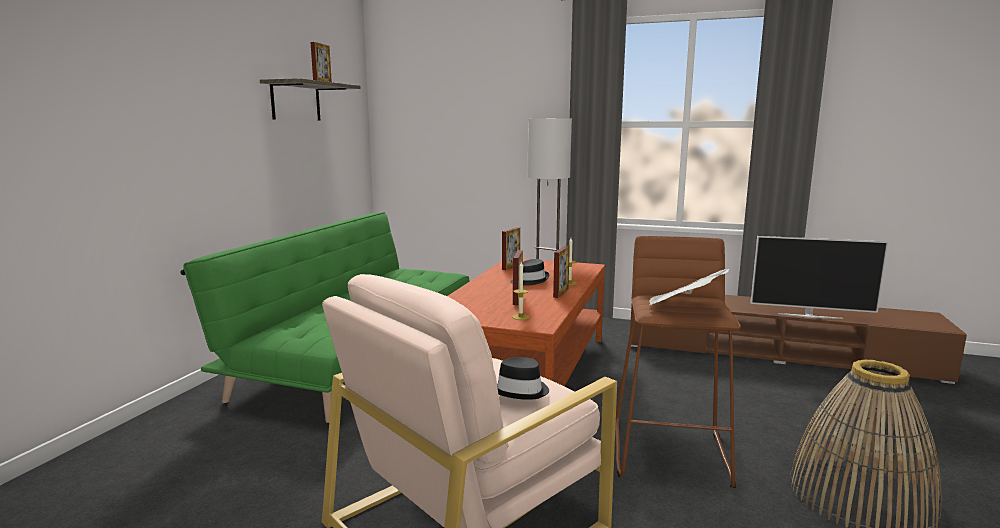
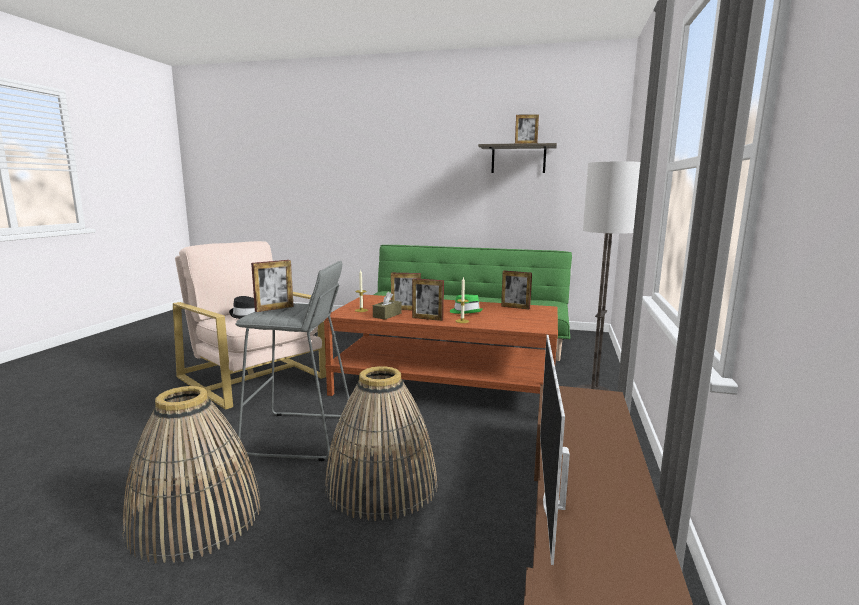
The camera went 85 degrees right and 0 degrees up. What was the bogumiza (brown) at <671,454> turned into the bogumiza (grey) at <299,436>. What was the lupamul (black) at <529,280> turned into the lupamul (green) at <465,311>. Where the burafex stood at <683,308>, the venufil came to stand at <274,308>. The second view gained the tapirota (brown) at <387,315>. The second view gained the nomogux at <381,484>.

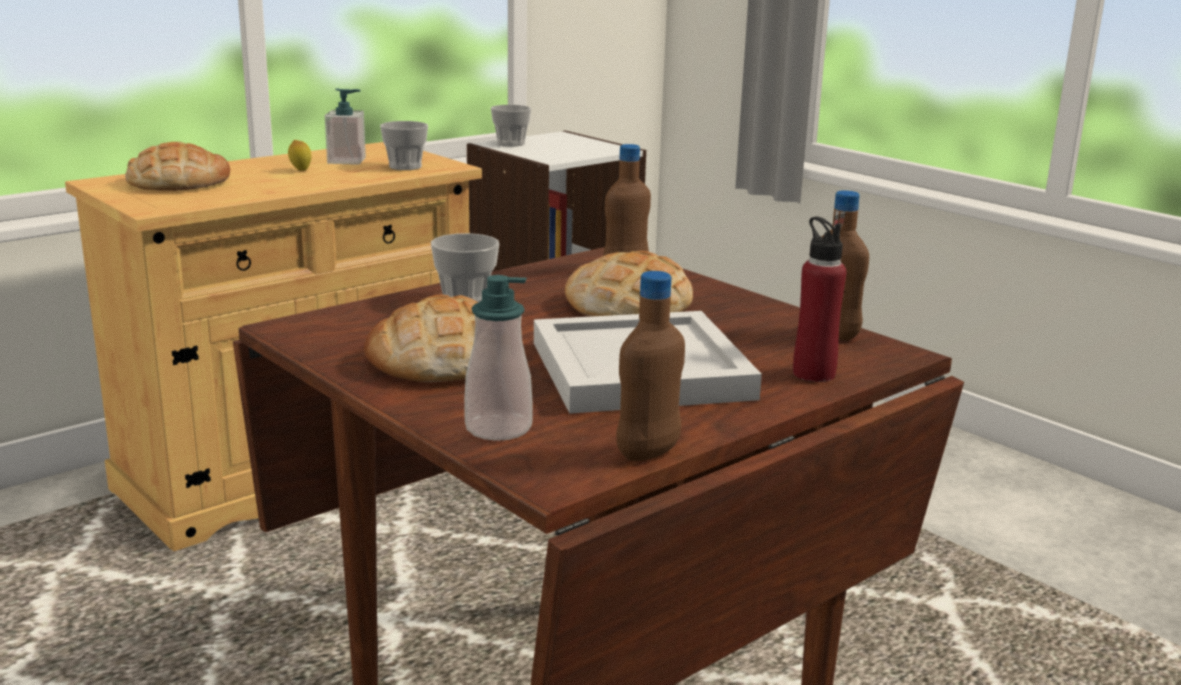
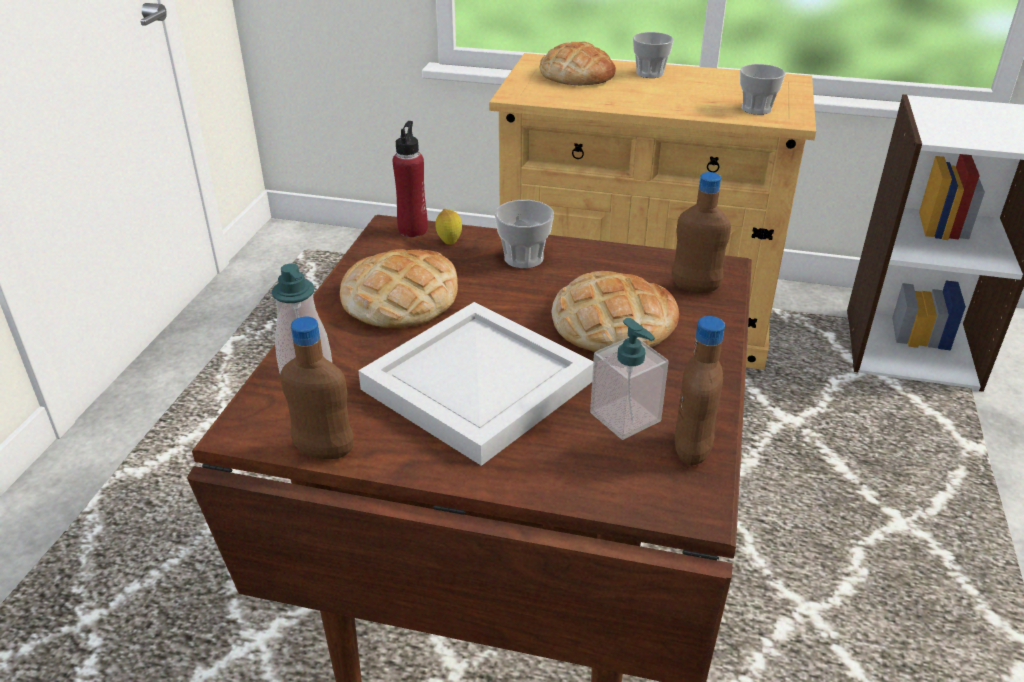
The camera went 55 degrees right and 15 degrees up. The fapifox ended up elsewhere, having gone from <347,161> to <625,417>. The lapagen ended up elsewhere, having gone from <511,143> to <650,73>. The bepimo ended up elsewhere, having gone from <300,170> to <449,242>. The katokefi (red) ended up elsewhere, having gone from <813,373> to <413,230>.

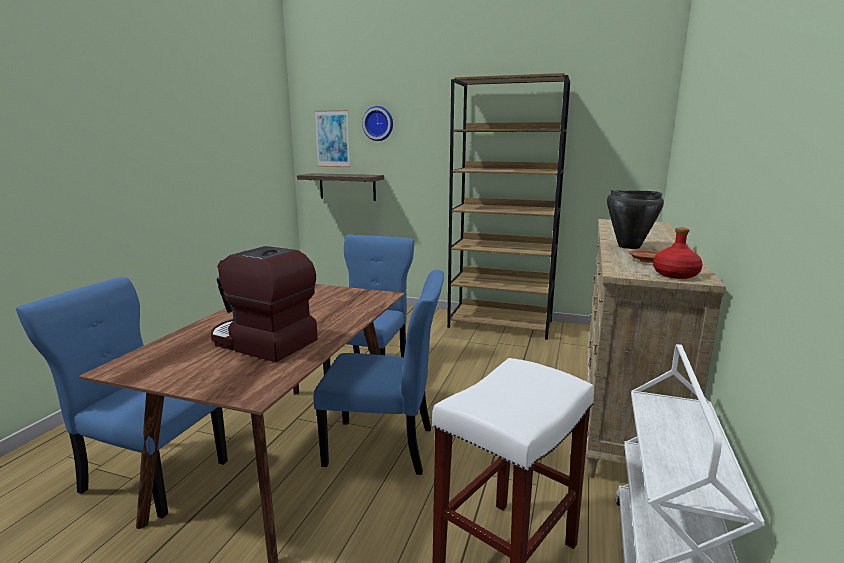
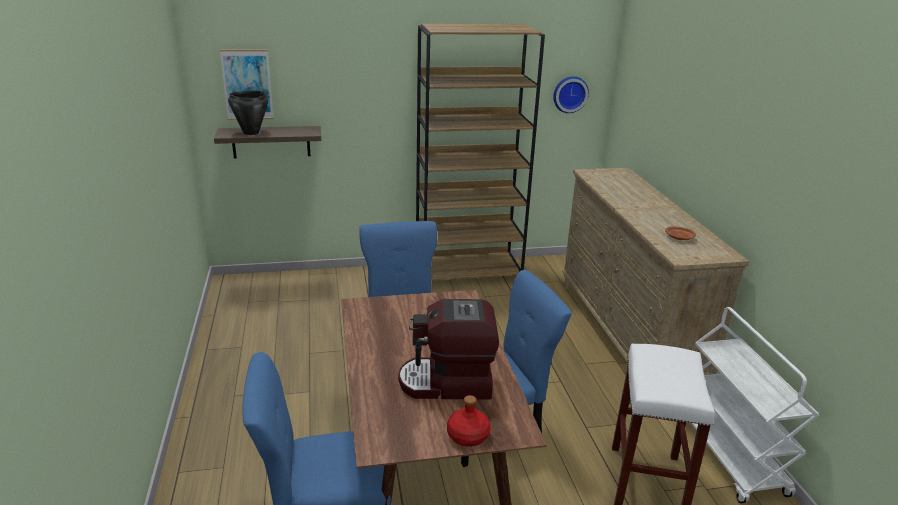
The camera went 30 degrees left and 10 degrees up. The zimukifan ended up elsewhere, having gone from <378,123> to <569,94>. The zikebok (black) ended up elsewhere, having gone from <628,246> to <251,133>. The katokefi (red) ended up elsewhere, having gone from <675,274> to <468,435>.

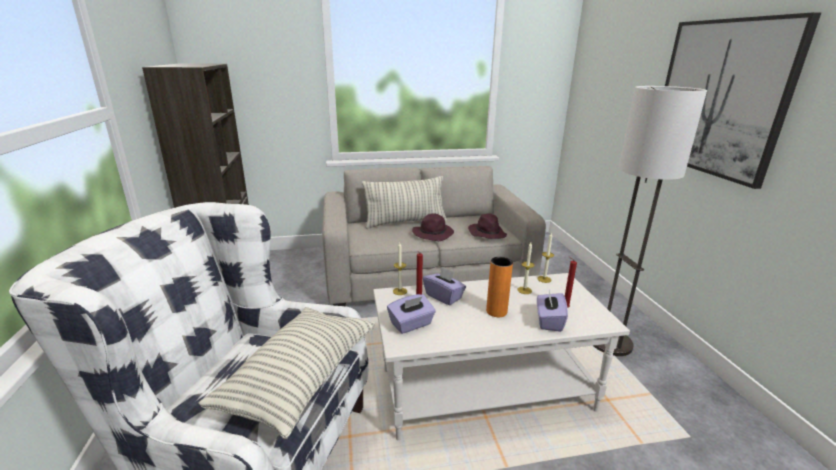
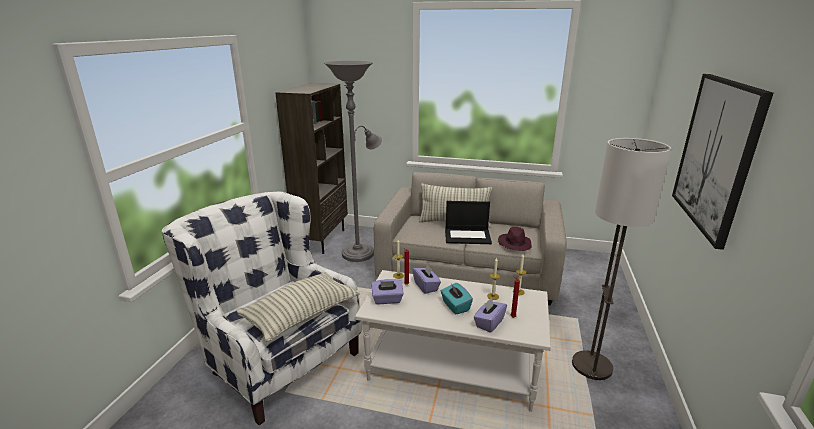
The camera went 25 degrees right and 0 degrees up. Where the lupamul (purple) stood at <433,234>, the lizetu came to stand at <468,236>. Where the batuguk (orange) stood at <496,311>, the tapirota (turquoise) came to stand at <455,306>. The second view gained the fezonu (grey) at <360,252>.

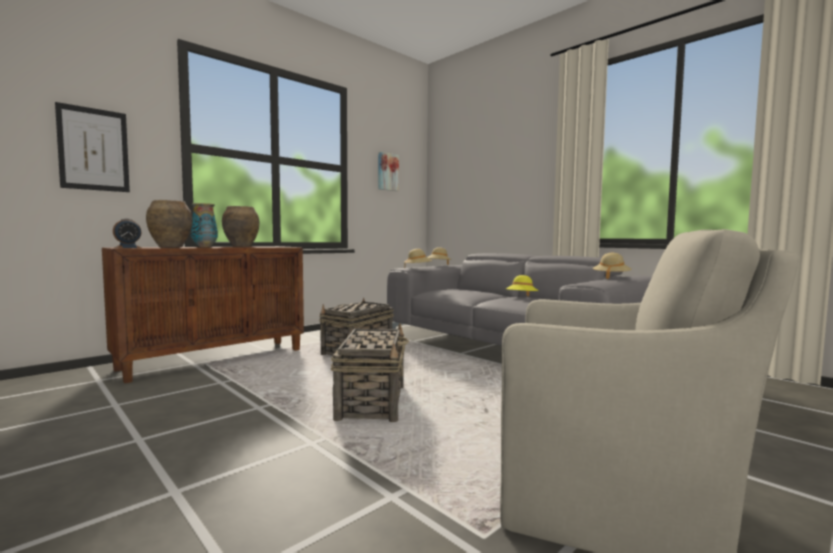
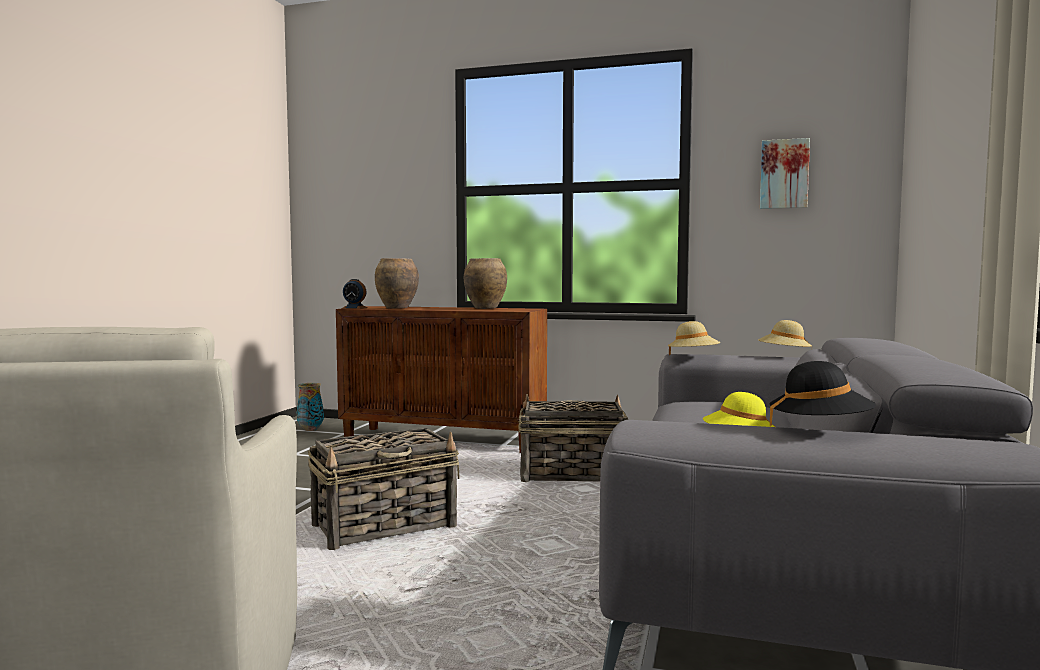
The camera went 60 degrees right and 0 degrees up. The second view lost the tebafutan at <94,149>. The batuguk ended up elsewhere, having gone from <205,247> to <310,429>. What was the lupamul (beige) at <611,278> turned into the lupamul (black) at <820,428>.

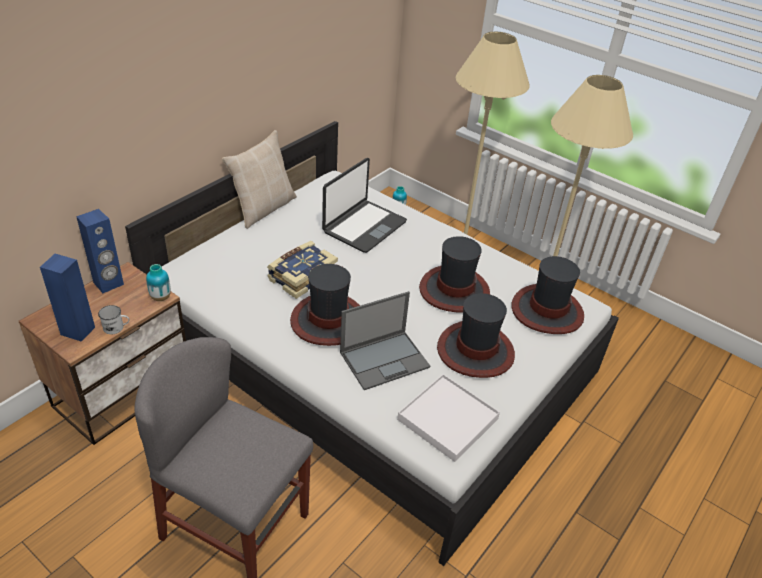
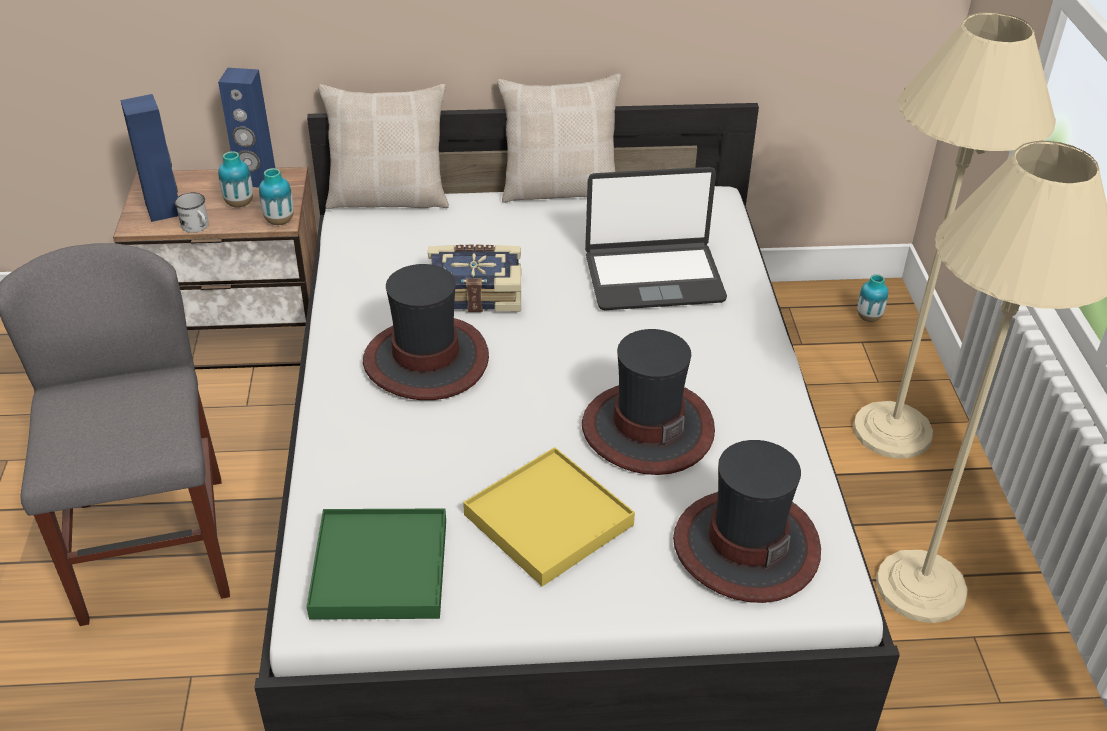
The camera went 50 degrees right and 0 degrees up. The second view lost the lizetu at <385,359>. Where the lupamul stood at <475,351>, the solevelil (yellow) came to stand at <548,519>. What was the solevelil (white) at <447,419> turned into the solevelil (green) at <379,568>. The second view gained the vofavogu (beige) at <389,198>. The second view gained the batuguk at <239,203>.

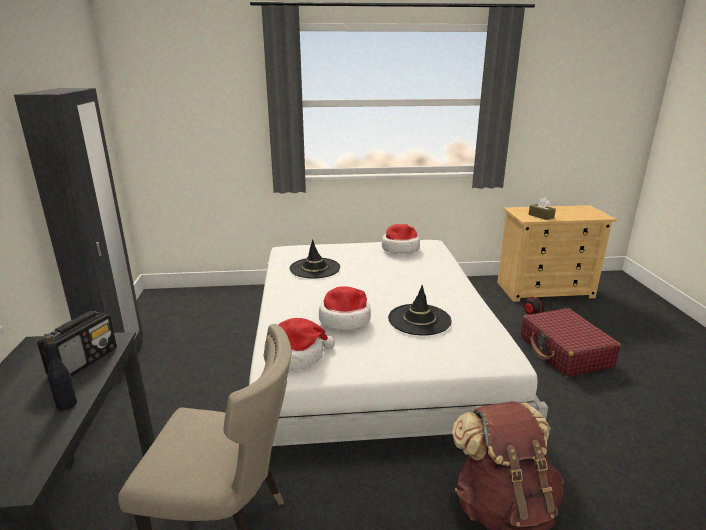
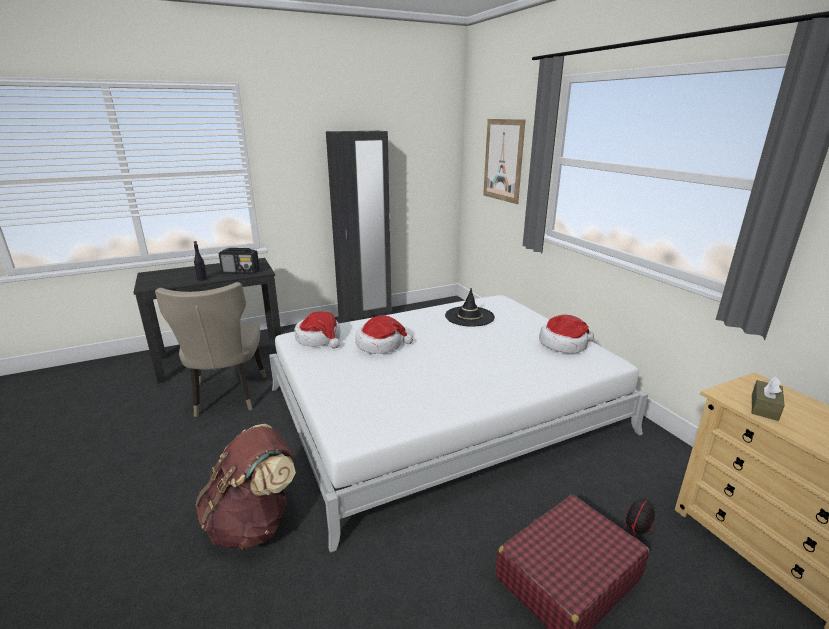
The camera went 70 degrees right and 0 degrees up. The second view lost the lupamul (black) at <419,320>. The second view gained the tebafutan at <503,160>.

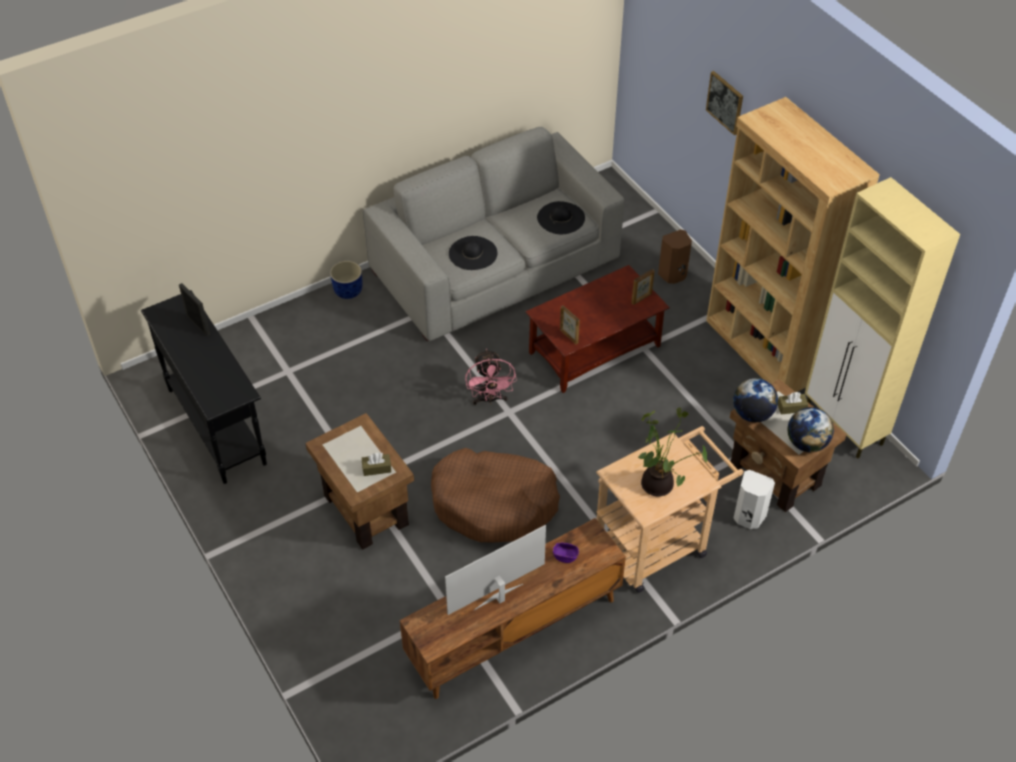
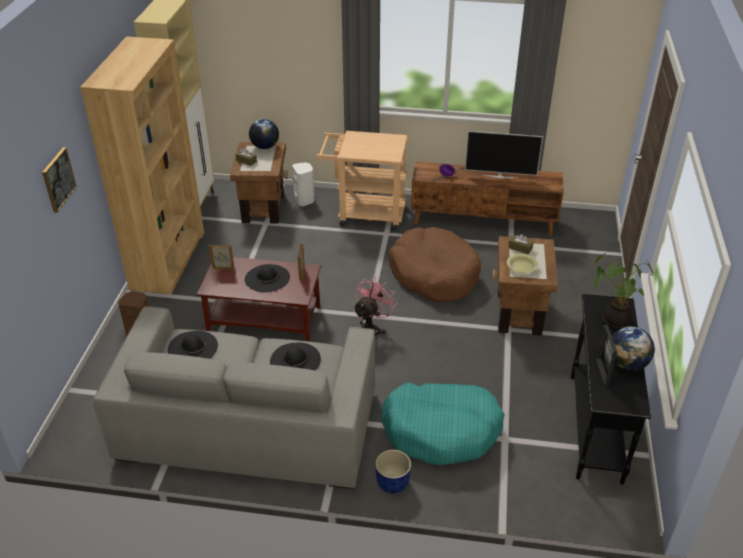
The camera went 140 degrees left and 10 degrees down. The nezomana ended up elsewhere, having gone from <752,414> to <627,364>. The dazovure ended up elsewhere, having gone from <660,485> to <613,319>. The second view gained the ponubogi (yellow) at <521,267>. The second view gained the lupamul (black) at <267,278>. The second view gained the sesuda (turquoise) at <441,430>.

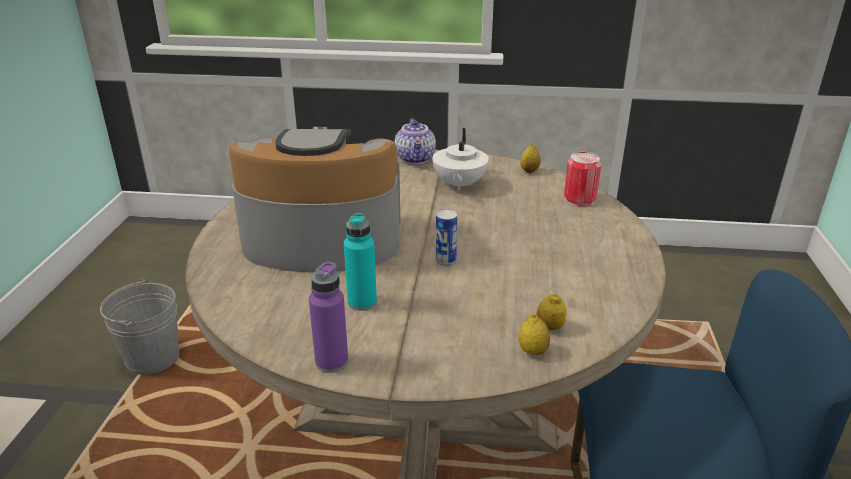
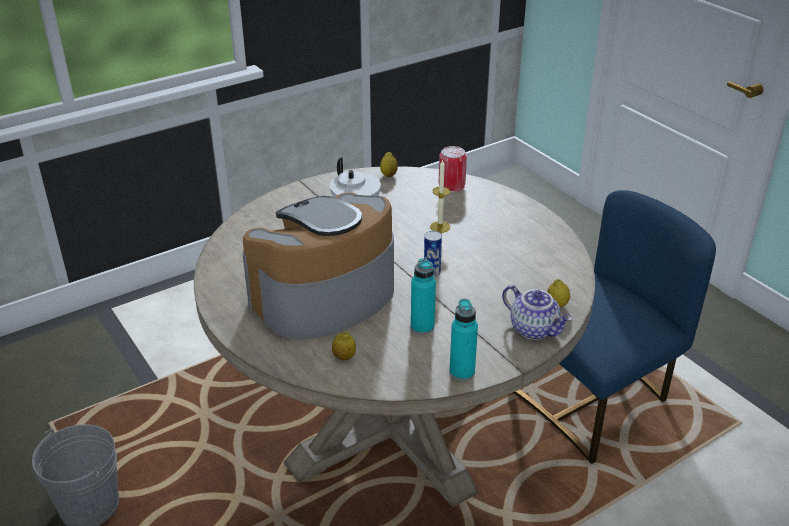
The camera went 40 degrees left and 5 degrees up. The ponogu ended up elsewhere, having gone from <416,159> to <535,329>. What was the katokefi (purple) at <331,362> turned into the katokefi (turquoise) at <462,372>. The bepimo ended up elsewhere, having gone from <550,327> to <344,357>. The second view gained the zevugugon at <440,227>.

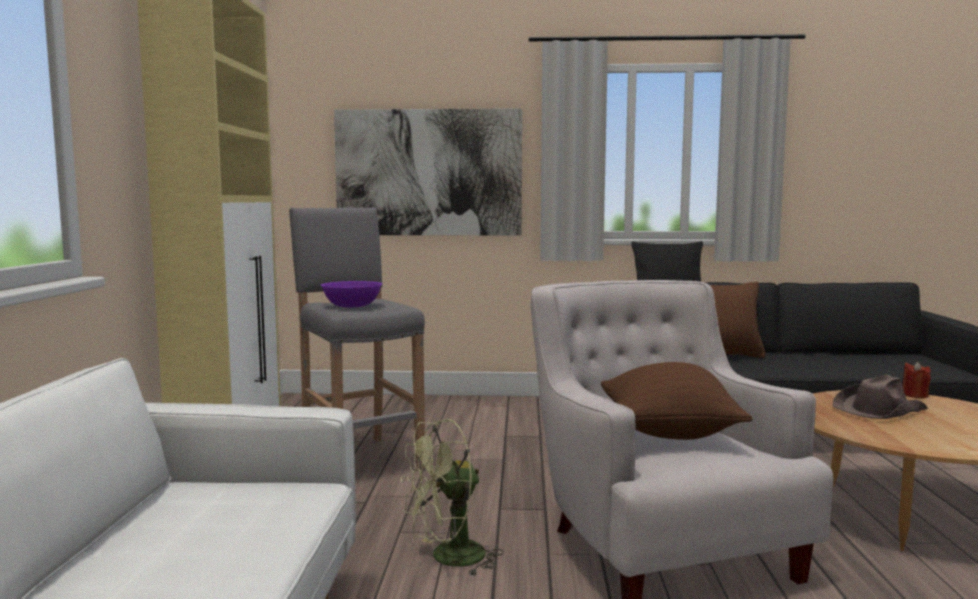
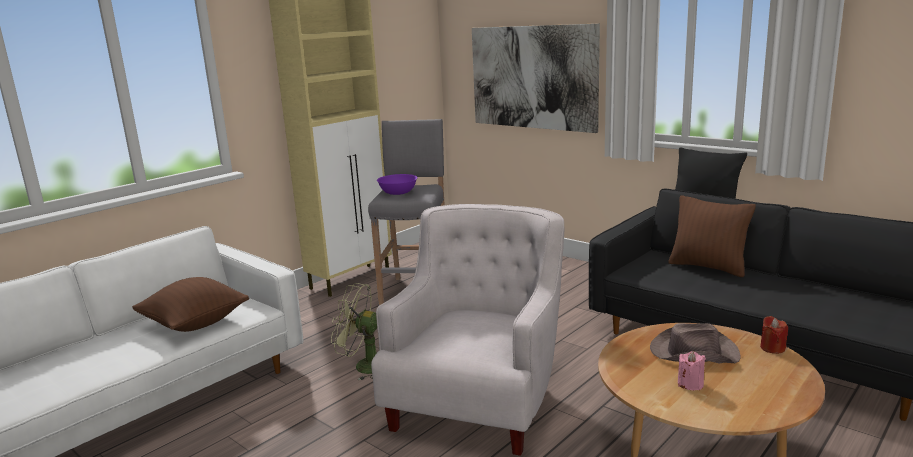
The camera went 40 degrees right and 10 degrees up. The vofavogu (brown) ended up elsewhere, having gone from <668,434> to <195,324>. The second view gained the zevugugon (pink) at <690,384>.

